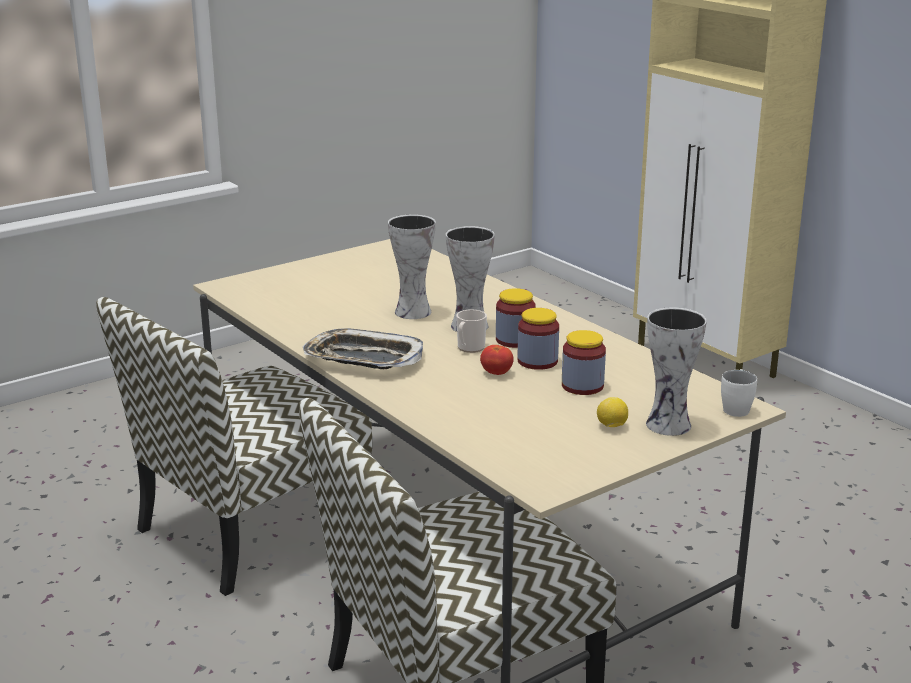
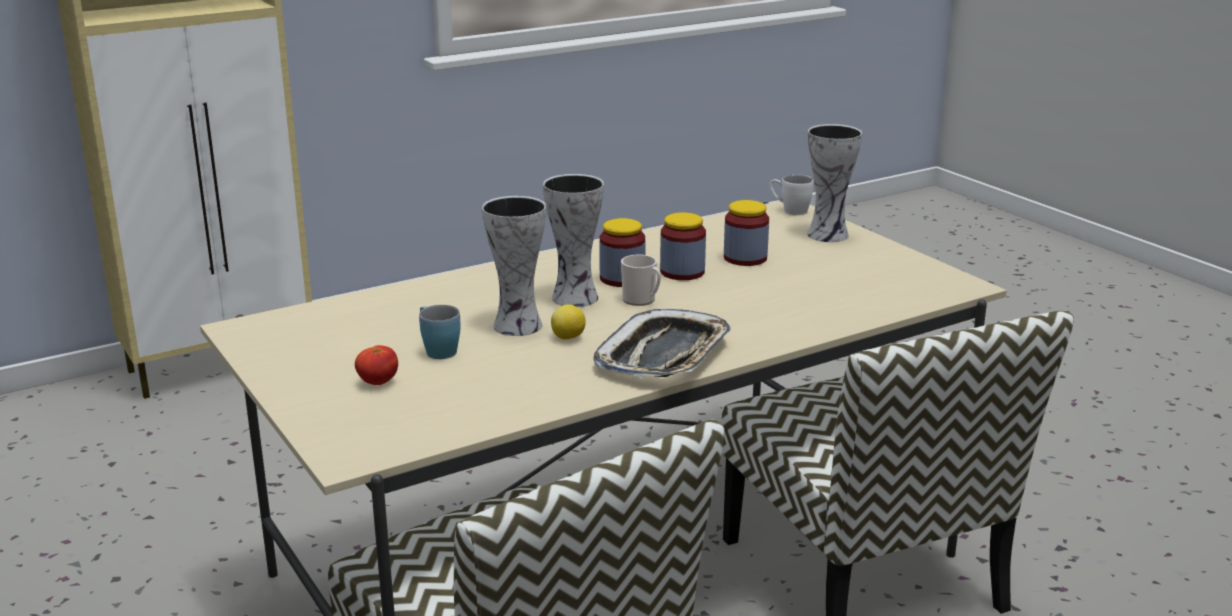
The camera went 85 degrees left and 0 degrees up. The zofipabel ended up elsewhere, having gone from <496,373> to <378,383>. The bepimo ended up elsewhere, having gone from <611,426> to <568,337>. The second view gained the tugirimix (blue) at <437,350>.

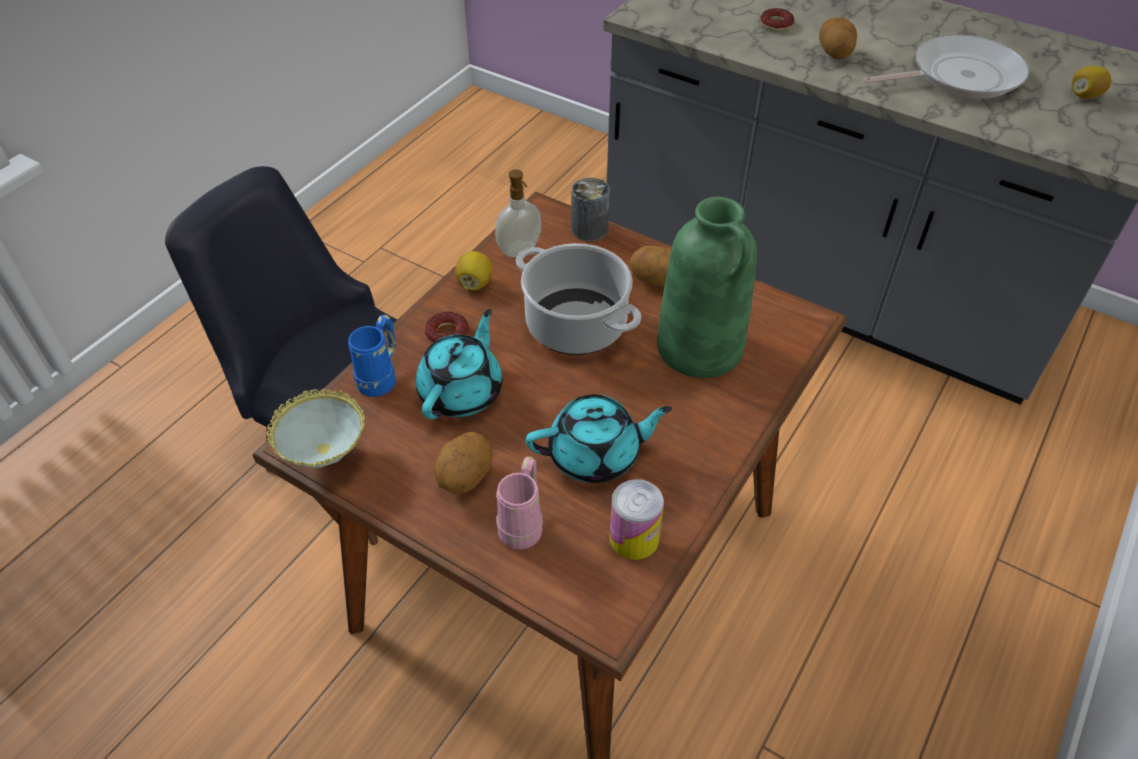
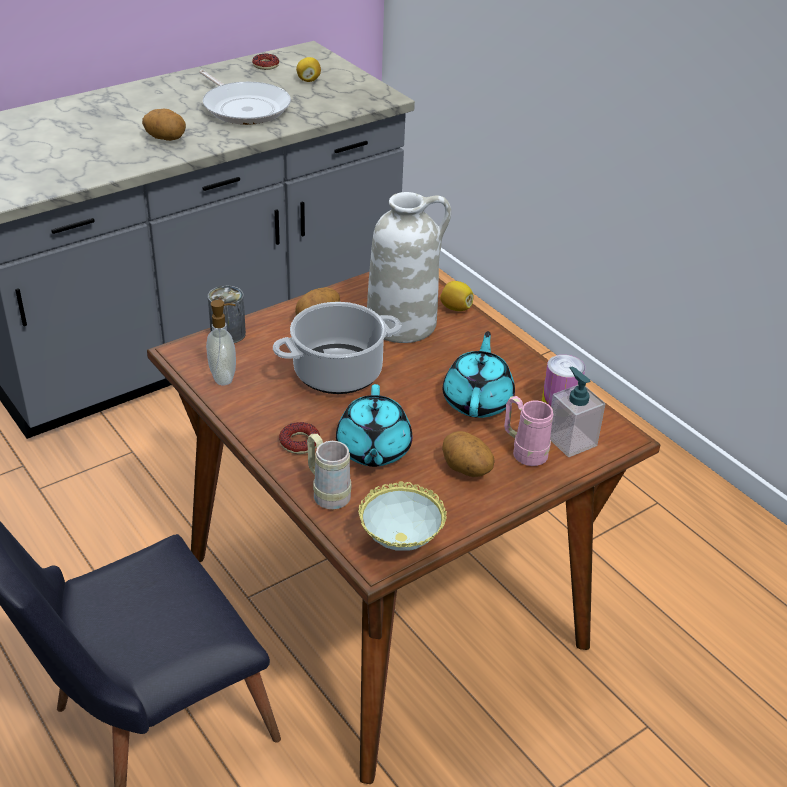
The camera went 70 degrees left and 10 degrees down. The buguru ended up elsewhere, having gone from <776,24> to <265,65>. The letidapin at <959,76> ended up facing another way, 135 degrees clockwise from before. What was the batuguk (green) at <701,348> turned into the batuguk (white) at <402,323>. The bepimo ended up elsewhere, having gone from <475,283> to <455,308>. The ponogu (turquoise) at <462,391> ended up facing another way, 135 degrees counterclockwise from before. What was the tugirimix (blue) at <381,377> turned into the tugirimix (beige) at <327,493>. The second view gained the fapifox at <571,441>.

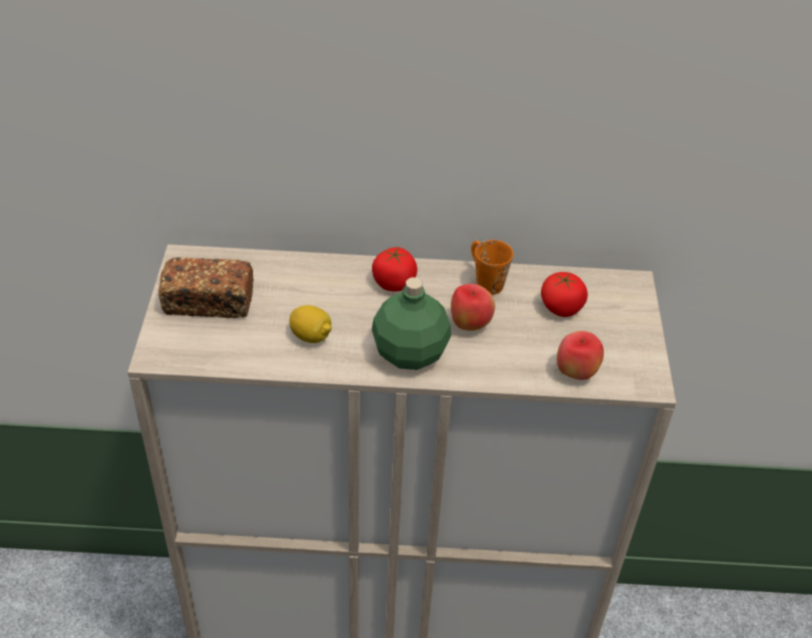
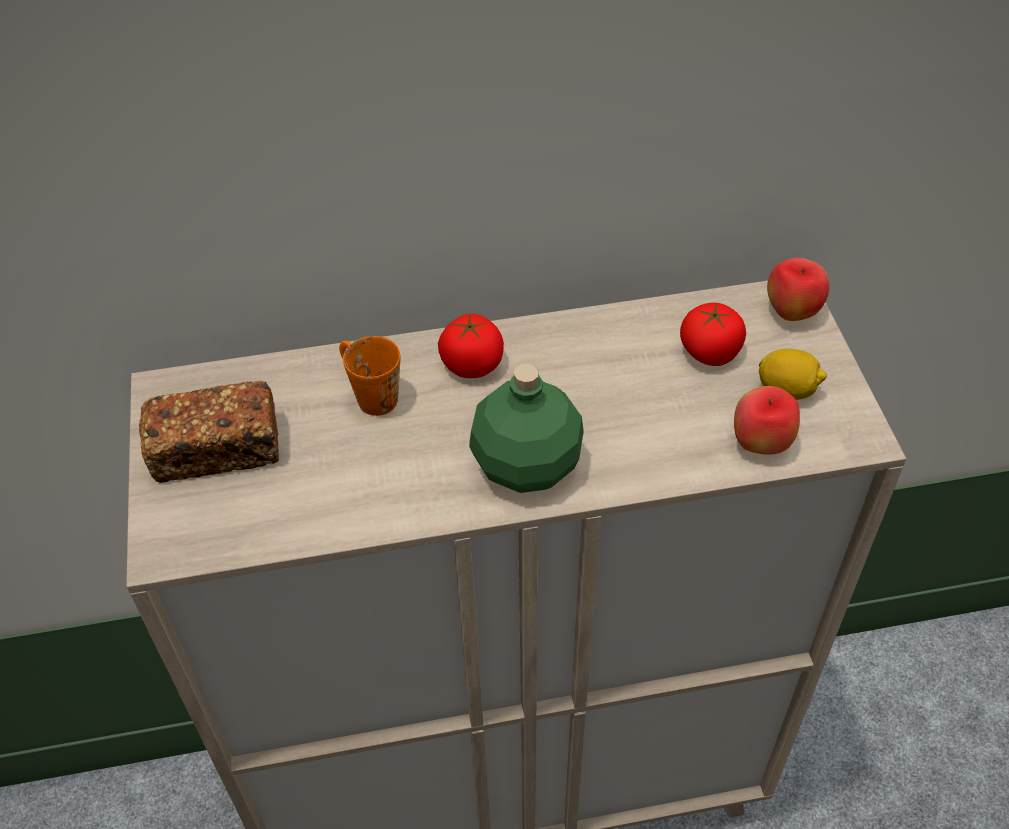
The camera went 10 degrees left and 5 degrees up. The tugirimix (orange) ended up elsewhere, having gone from <484,280> to <369,393>. The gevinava ended up elsewhere, having gone from <469,324> to <792,313>. The bepimo ended up elsewhere, having gone from <311,336> to <787,390>.

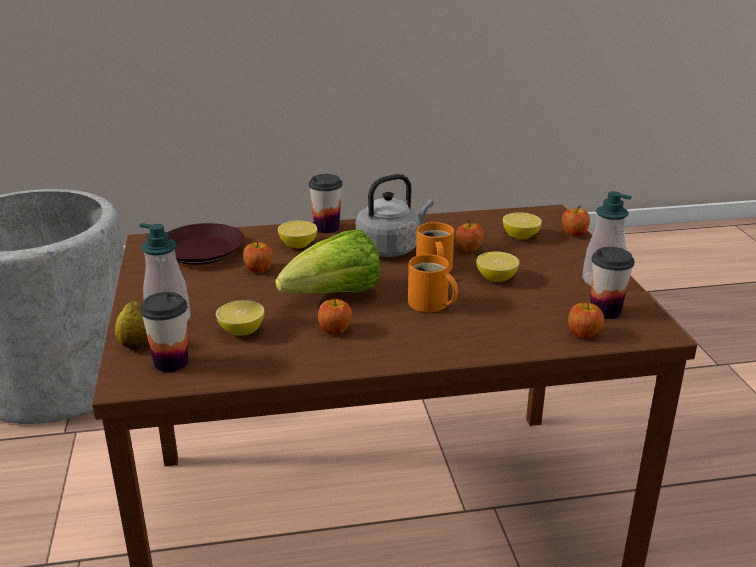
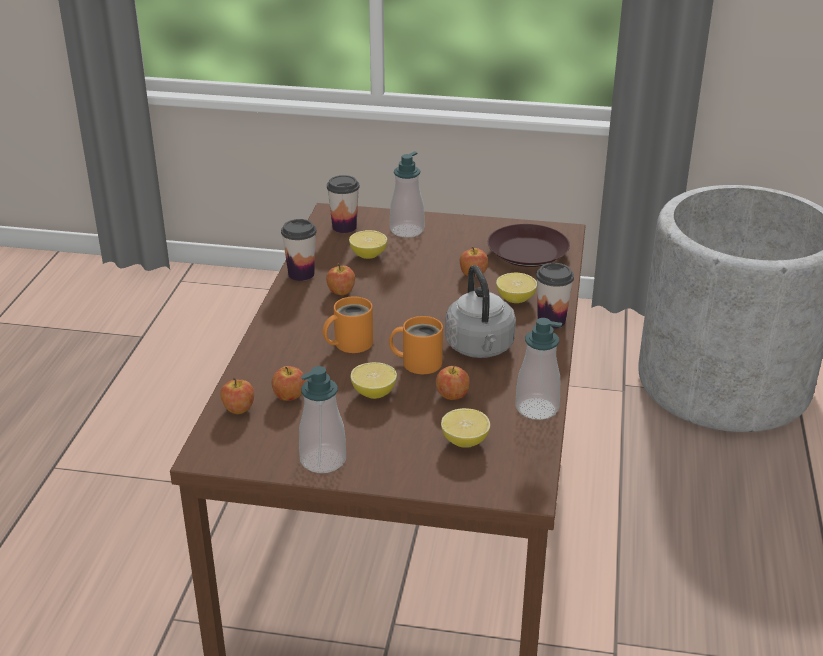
The camera went 110 degrees right and 5 degrees up. The gevinava ended up elsewhere, having gone from <574,233> to <289,396>. The second view lost the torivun at <334,296>. The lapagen ended up elsewhere, having gone from <605,311> to <301,274>. The second view lost the bepimo at <136,345>. The second view gained the fapifox at <537,408>.

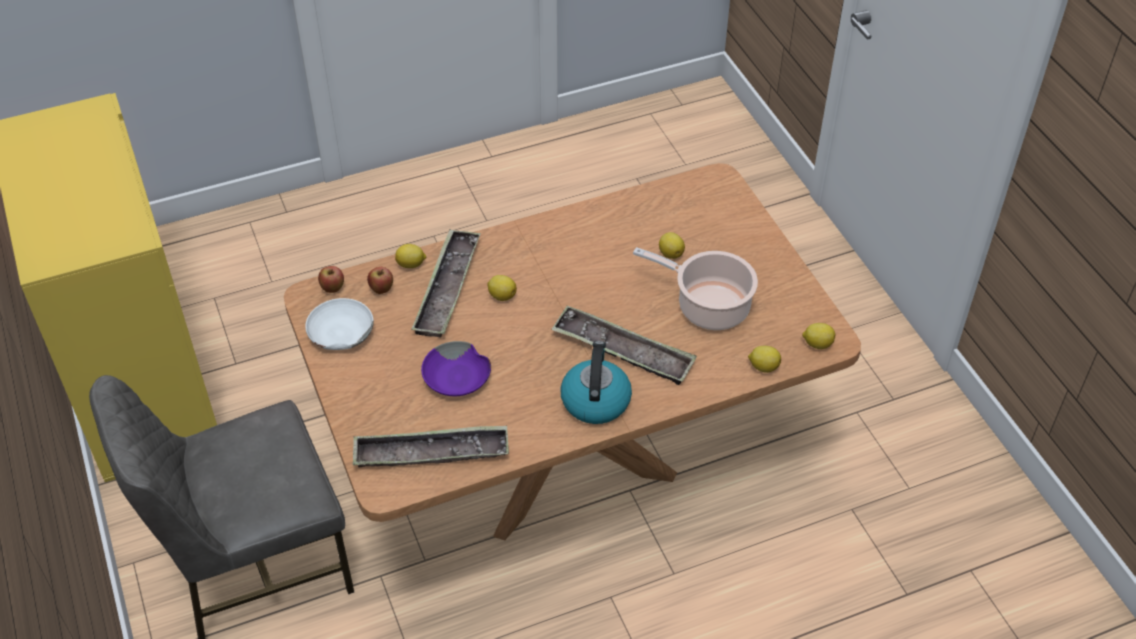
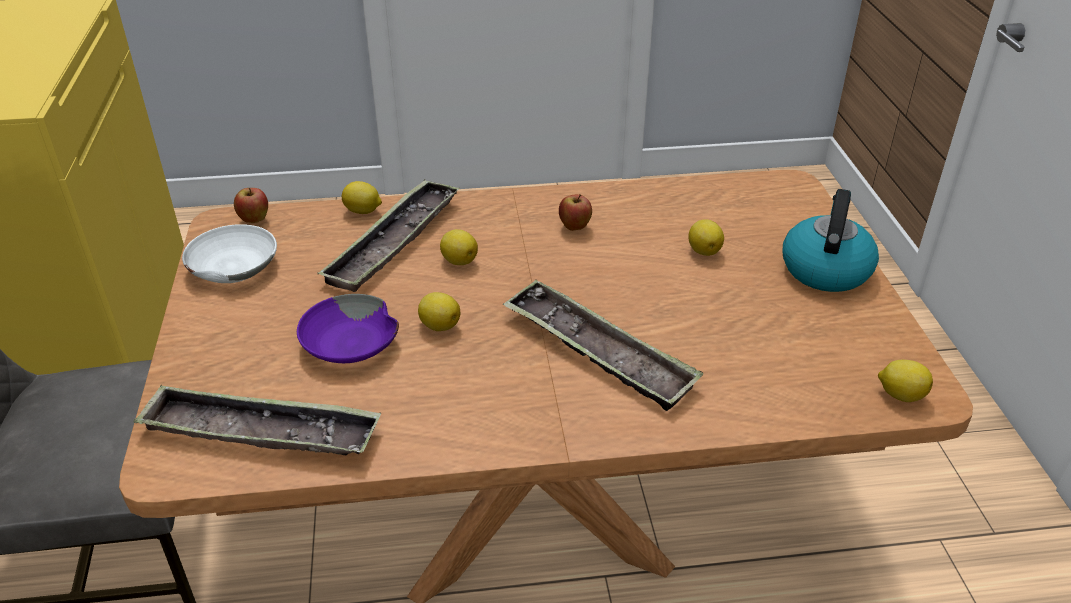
The camera went 15 degrees right and 10 degrees down. The second view lost the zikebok at <708,306>. The gevinava ended up elsewhere, having gone from <381,290> to <574,227>. The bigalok ended up elsewhere, having gone from <595,400> to <825,268>. The bepimo ended up elsewhere, having gone from <763,366> to <439,325>.

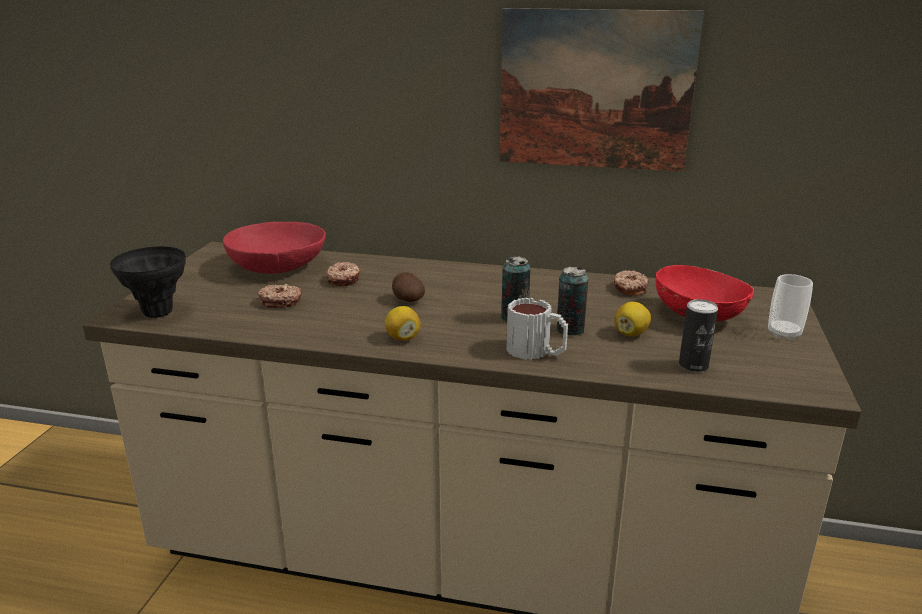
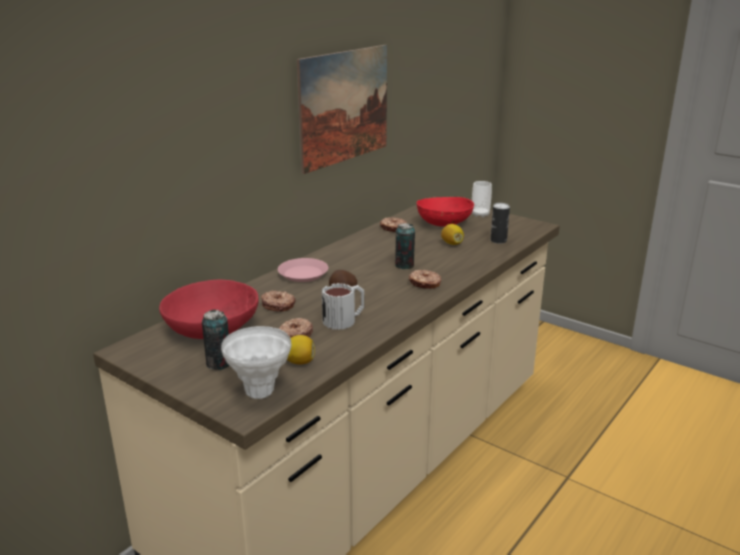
The camera went 65 degrees left and 0 degrees up. What was the batuguk (black) at <158,313> turned into the batuguk (white) at <260,392>. The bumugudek ended up elsewhere, having gone from <570,330> to <219,364>. The tugirimix ended up elsewhere, having gone from <536,351> to <344,320>. The bepimo ended up elsewhere, having gone from <402,338> to <300,362>. The second view gained the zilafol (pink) at <303,274>. The second view gained the buguru at <424,284>.

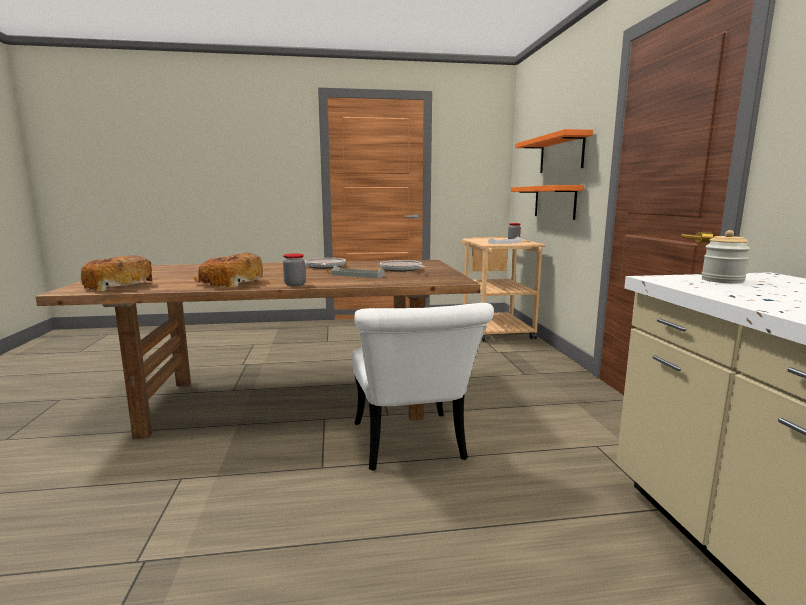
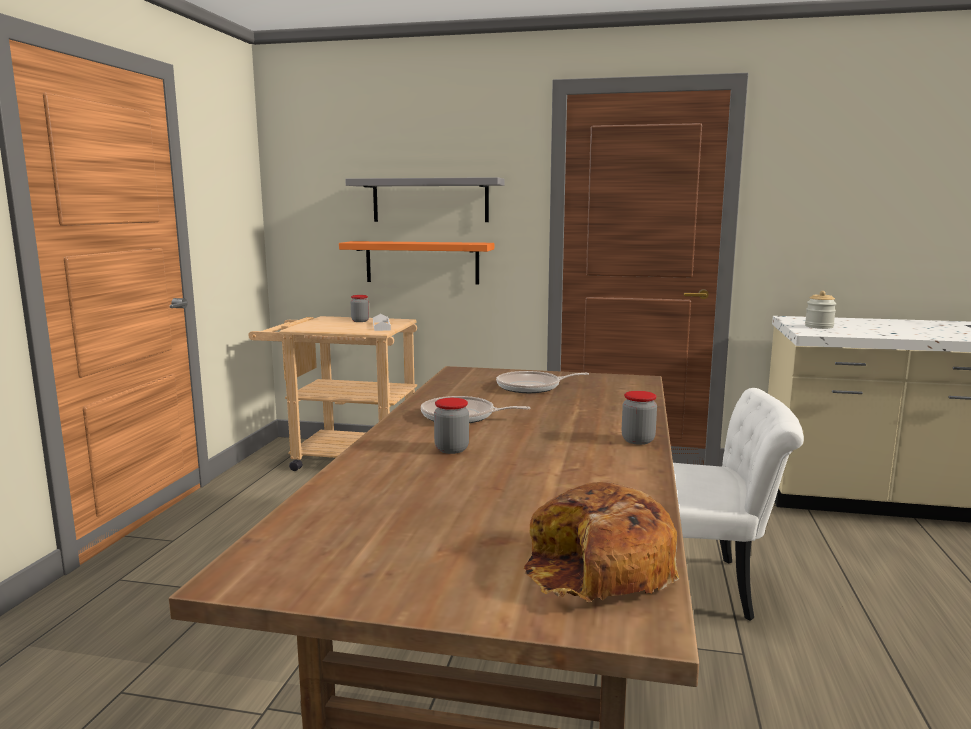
The camera went 70 degrees left and 0 degrees up. What was the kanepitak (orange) at <561,154> turned into the kanepitak (grey) at <430,200>. The second view lost the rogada at <231,283>. The second view lost the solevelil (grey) at <357,275>. The second view gained the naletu at <451,449>.

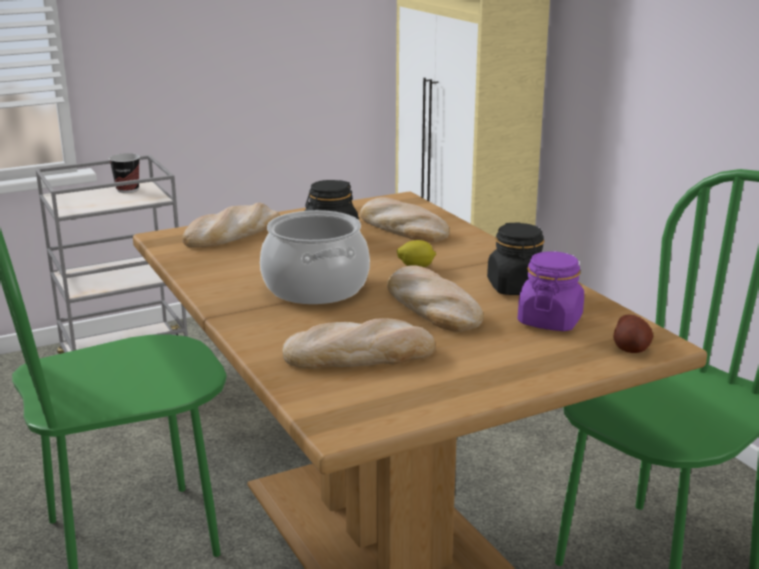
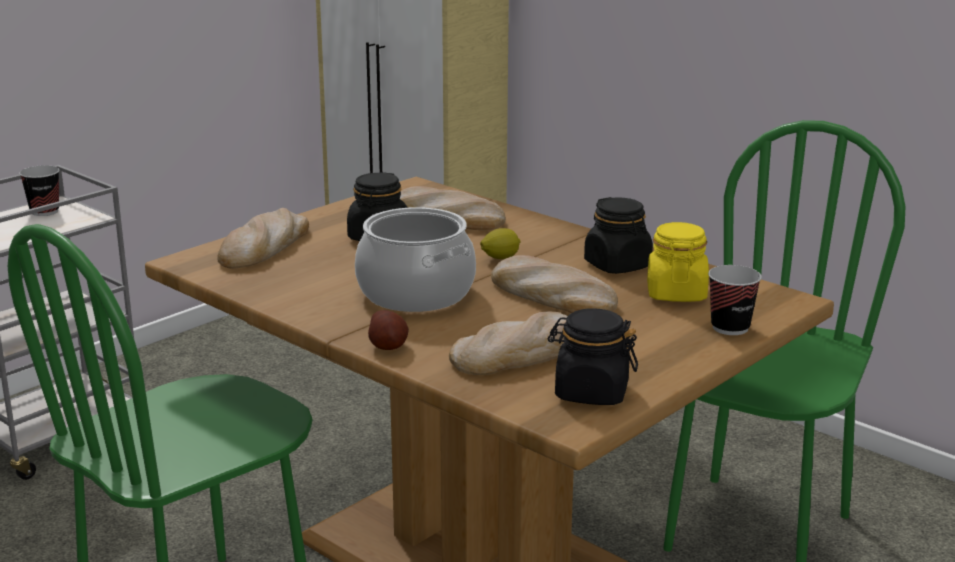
The camera went 20 degrees left and 0 degrees up. What was the naletu (purple) at <550,321> turned into the naletu (yellow) at <676,293>. The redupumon ended up elsewhere, having gone from <631,349> to <388,346>. The second view gained the lapagen at <730,327>. The second view gained the naletu (black) at <591,392>.

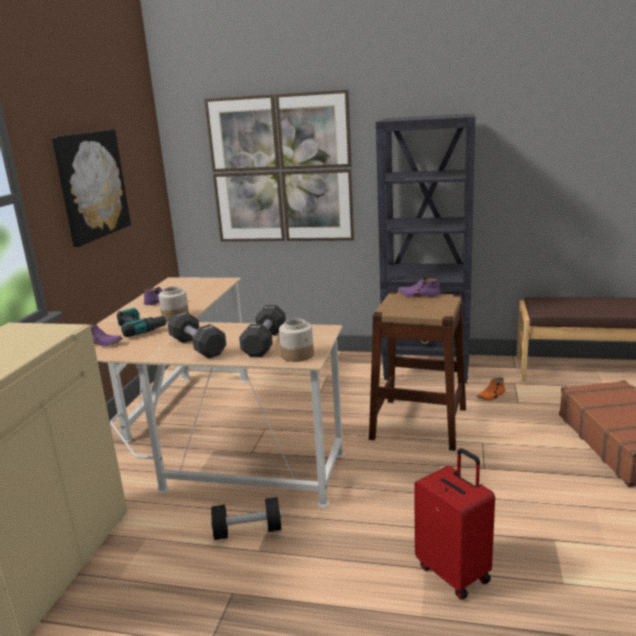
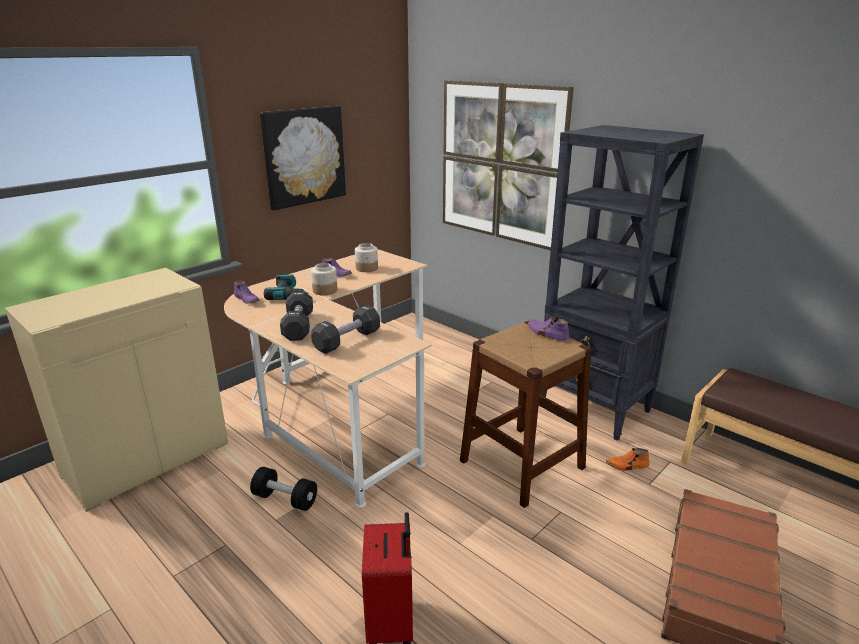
The camera went 30 degrees right and 5 degrees up. The naletu ended up elsewhere, having gone from <298,355> to <367,268>.

